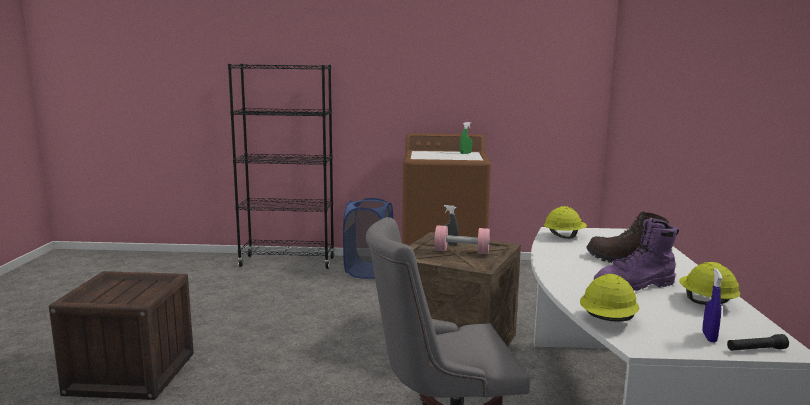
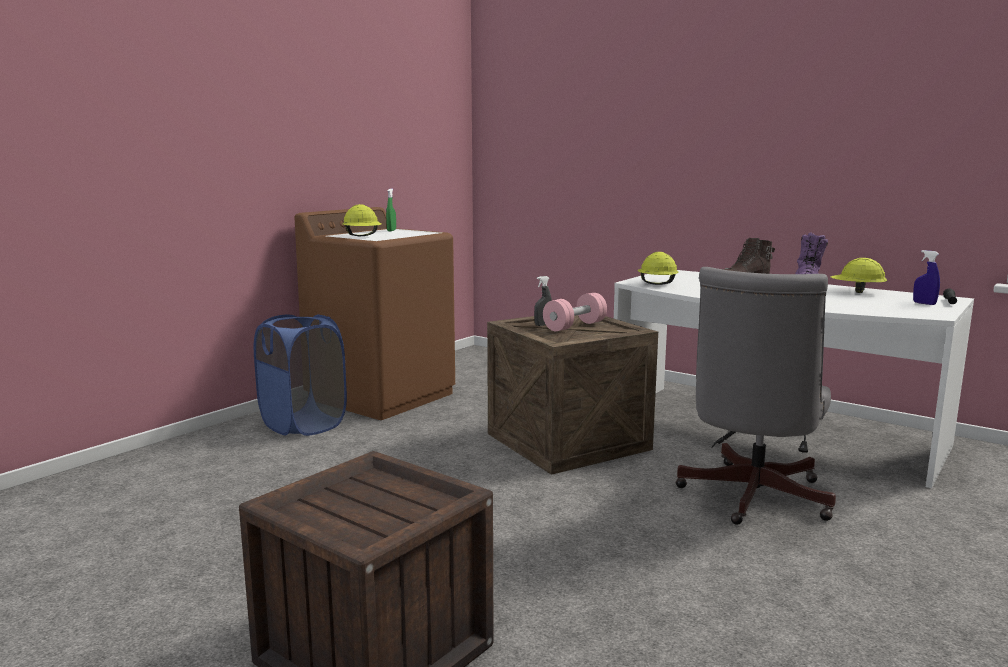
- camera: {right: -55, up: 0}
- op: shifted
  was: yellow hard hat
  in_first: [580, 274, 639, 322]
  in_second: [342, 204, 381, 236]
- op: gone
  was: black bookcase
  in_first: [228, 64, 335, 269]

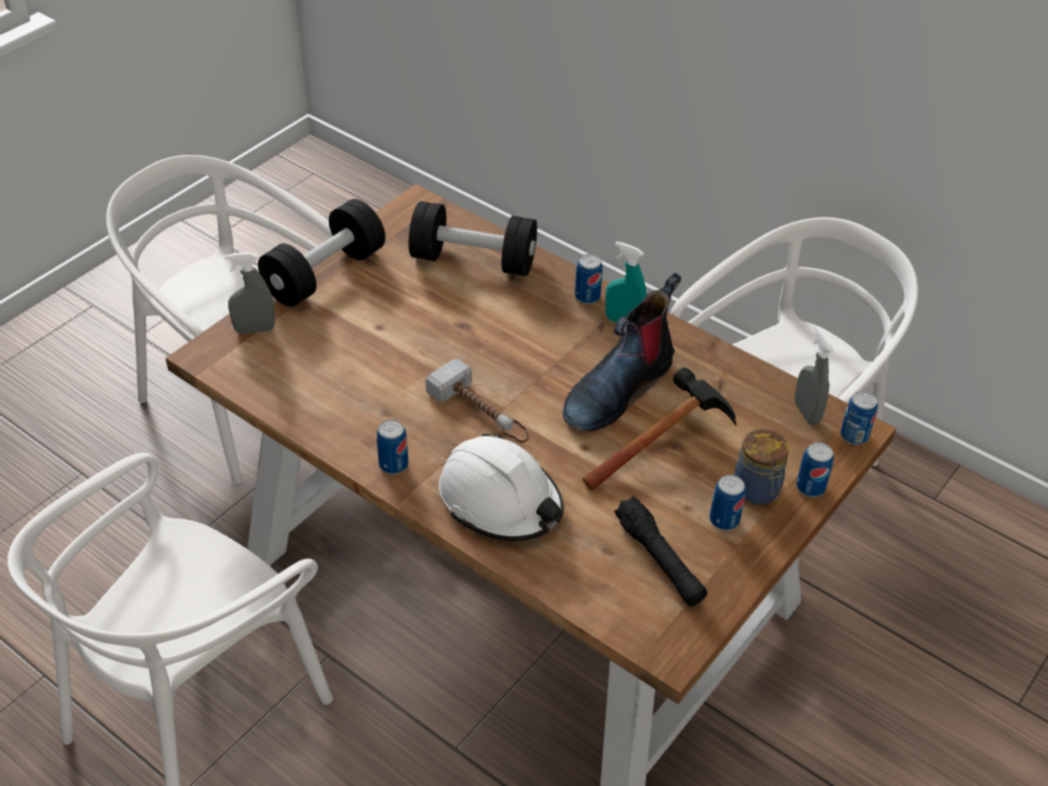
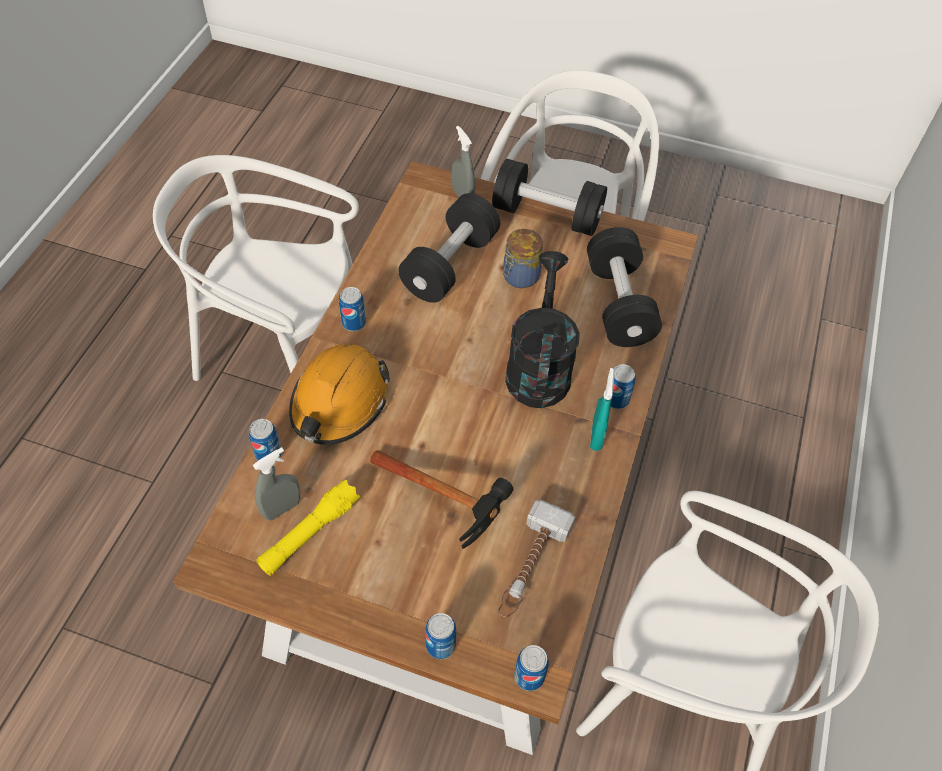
- camera: {right: 70, up: 10}
- op: shifted
  was: can
  in_first: [710, 475, 746, 530]
  in_second: [249, 419, 282, 462]
- op: shifted
  was: grey spray bottle
  in_first: [795, 326, 834, 425]
  in_second: [253, 447, 300, 521]
- op: repainted
  was: black flashlight
  now: yellow flashlight
  in_first: [614, 496, 707, 606]
  in_second: [256, 480, 360, 576]
- op: repainted
  was: white hard hat
  now: orange hard hat
  in_first: [439, 434, 564, 541]
  in_second: [289, 344, 390, 445]
- op: new
  now: black dumbbell
  in_second: [398, 193, 500, 303]
- op: shifted
  was: hammer
  in_first: [426, 359, 529, 443]
  in_second: [498, 500, 575, 618]
- op: shifted
  was: jar
  in_first: [734, 429, 789, 505]
  in_second: [503, 229, 543, 288]
- op: new
  now: black watering can
  in_second: [505, 251, 580, 408]
- op: gone
  was: boot
  in_first: [563, 273, 681, 431]

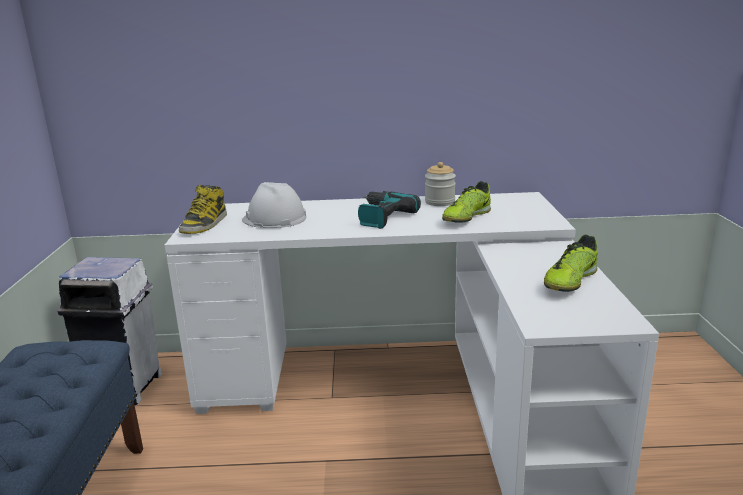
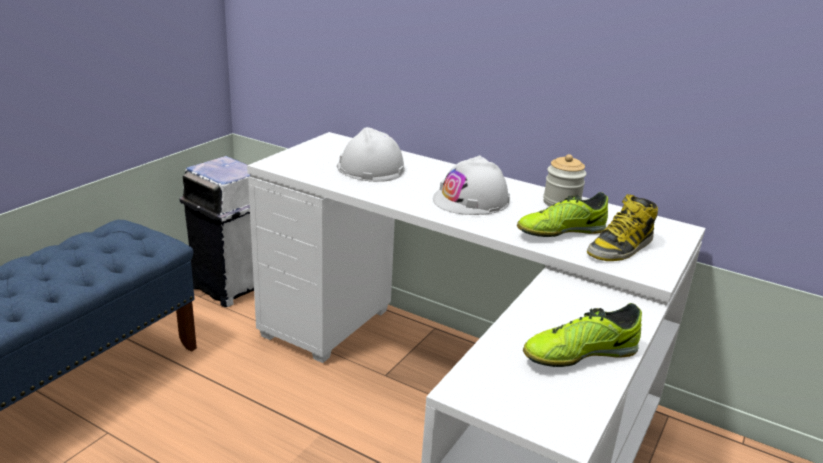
- camera: {right: 30, up: 5}
- op: swapped
  was: power drill
  now: white hard hat
  in_first: [358, 191, 421, 229]
  in_second: [433, 155, 510, 215]
- op: shifted
  was: boot
  in_first: [179, 185, 227, 234]
  in_second: [587, 194, 658, 261]

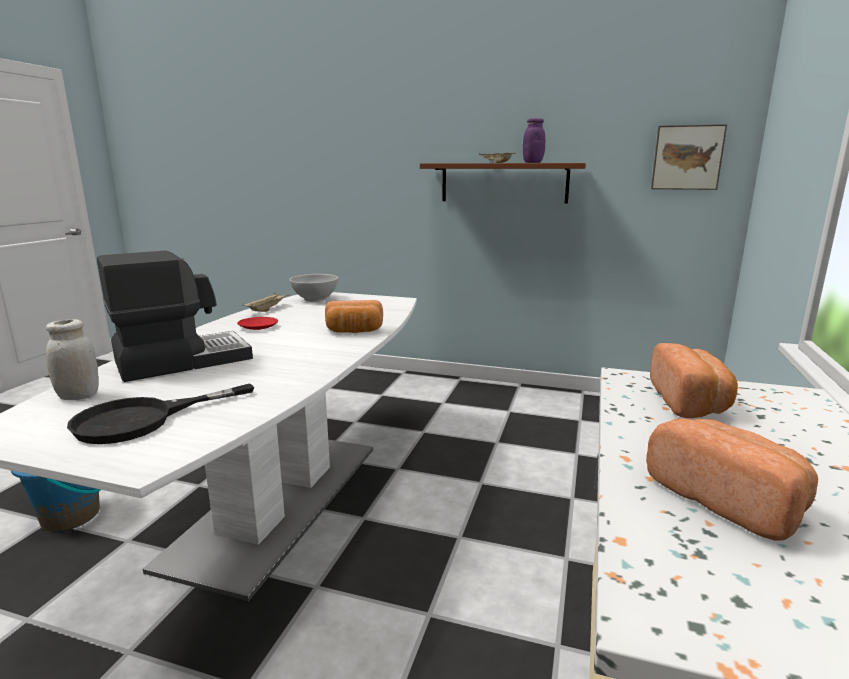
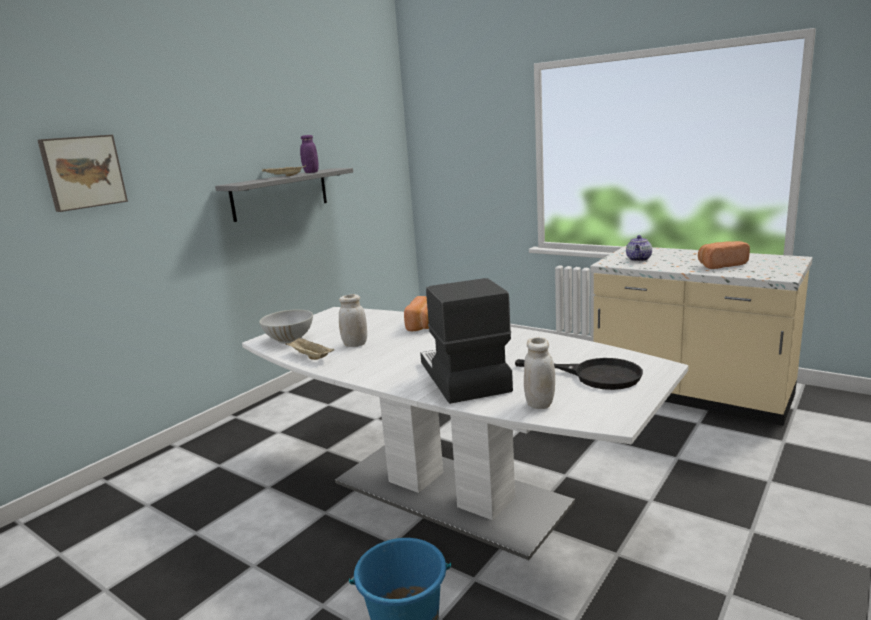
- camera: {right: -70, up: 0}
- op: shifted
  was: picture
  in_first: [651, 124, 727, 190]
  in_second: [38, 135, 128, 212]
- op: repainted
  was: brown shelf
  now: grey shelf
  in_first: [420, 163, 586, 204]
  in_second: [215, 168, 353, 222]
- op: new
  now: white jar
  in_second: [339, 294, 367, 347]
- op: rotated
  was: black frying pan
  in_first: [67, 384, 254, 444]
  in_second: [515, 358, 643, 390]
  clockwise: -45
- op: swapped
  was: bread
  now: teapot
  in_first: [650, 343, 738, 418]
  in_second: [626, 235, 652, 261]
- op: gone
  was: red plate
  in_first: [237, 317, 278, 330]

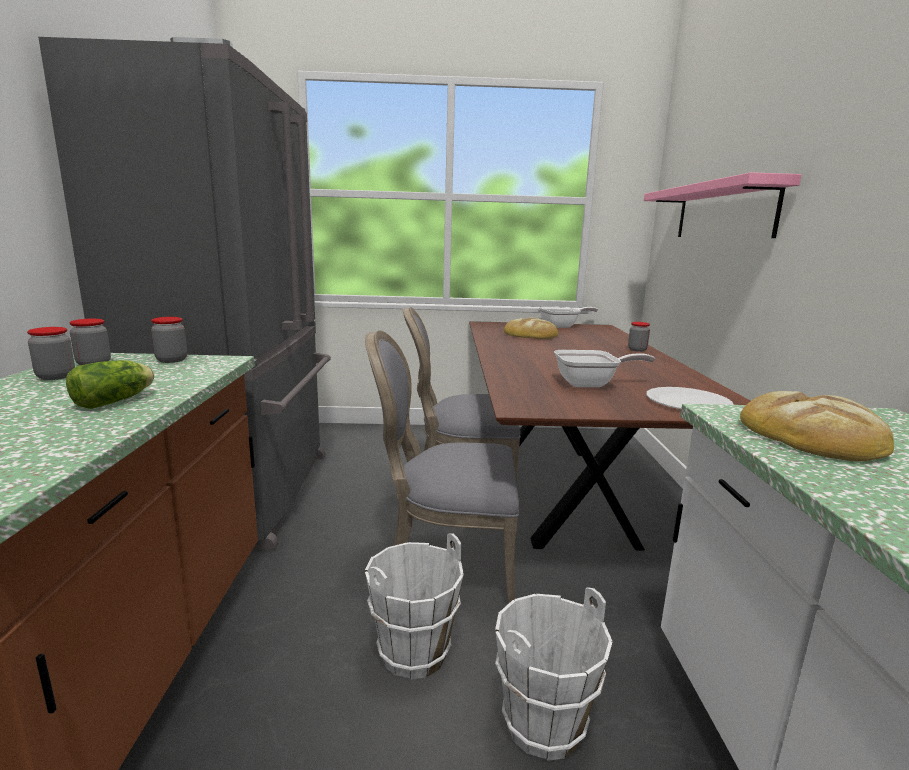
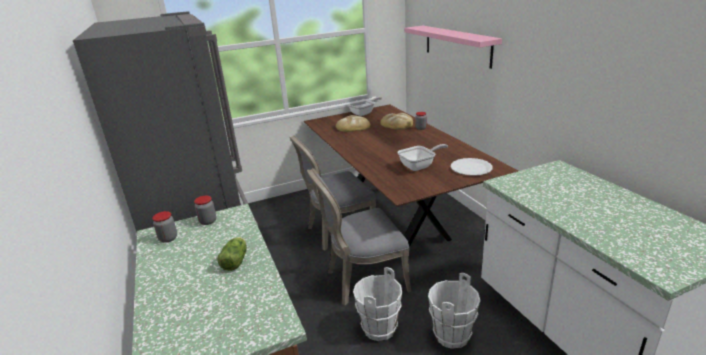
- camera: {right: -20, up: 10}
- op: shifted
  was: bread
  in_first: [740, 391, 894, 461]
  in_second: [380, 113, 413, 130]
- op: gone
  was: jar
  in_first: [27, 327, 75, 380]

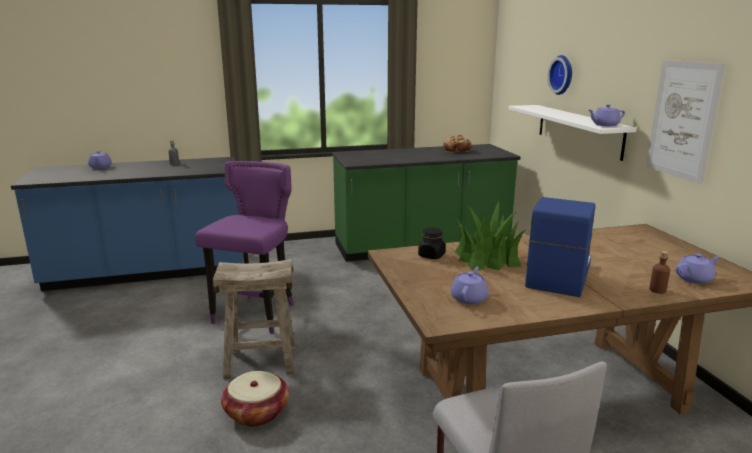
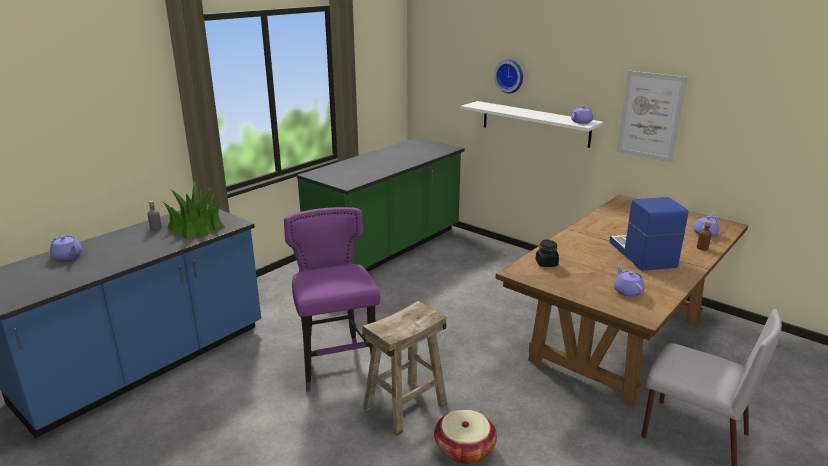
- camera: {right: -35, up: 5}
- op: shifted
  was: potted plant
  in_first: [455, 202, 525, 270]
  in_second: [163, 180, 225, 239]
- op: gone
  was: bread
  in_first: [443, 135, 472, 153]

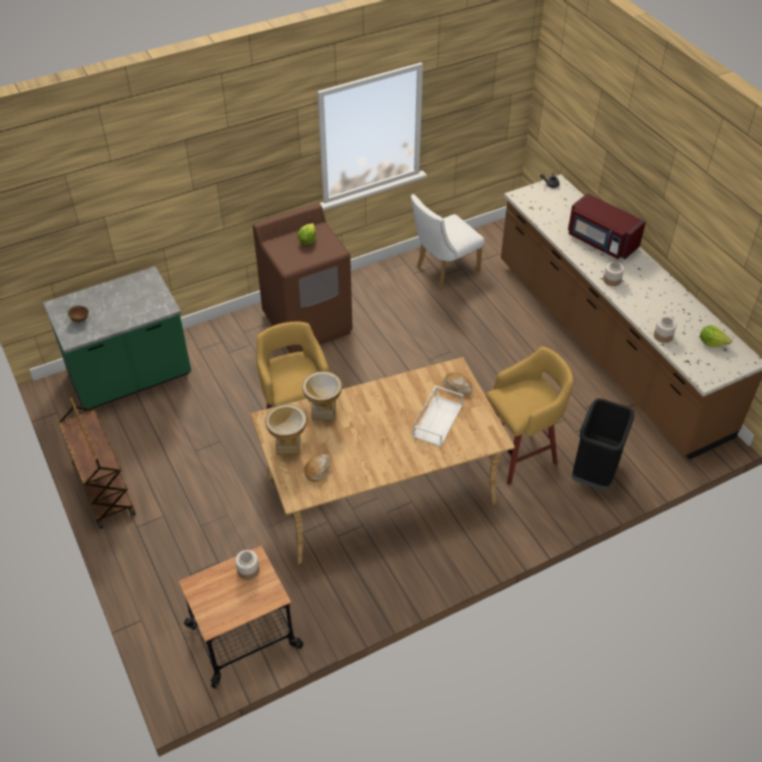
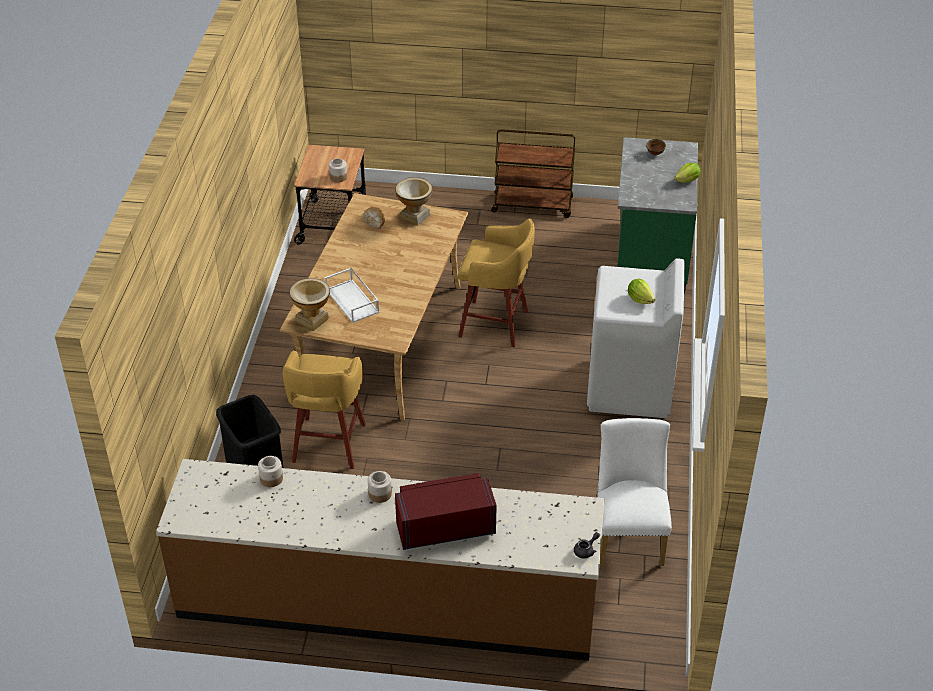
- camera: {right: 125, up: -5}
- op: shifted
  was: vase
  in_first: [302, 371, 342, 420]
  in_second: [289, 278, 330, 331]
- op: repainted
  was: brown washing machine
  now: white washing machine
  in_first: [253, 203, 352, 353]
  in_second: [587, 258, 685, 418]
- op: shifted
  was: lettuce
  in_first: [700, 325, 732, 348]
  in_second: [674, 163, 701, 183]
- op: gone
  was: bread
  in_first: [443, 372, 472, 394]

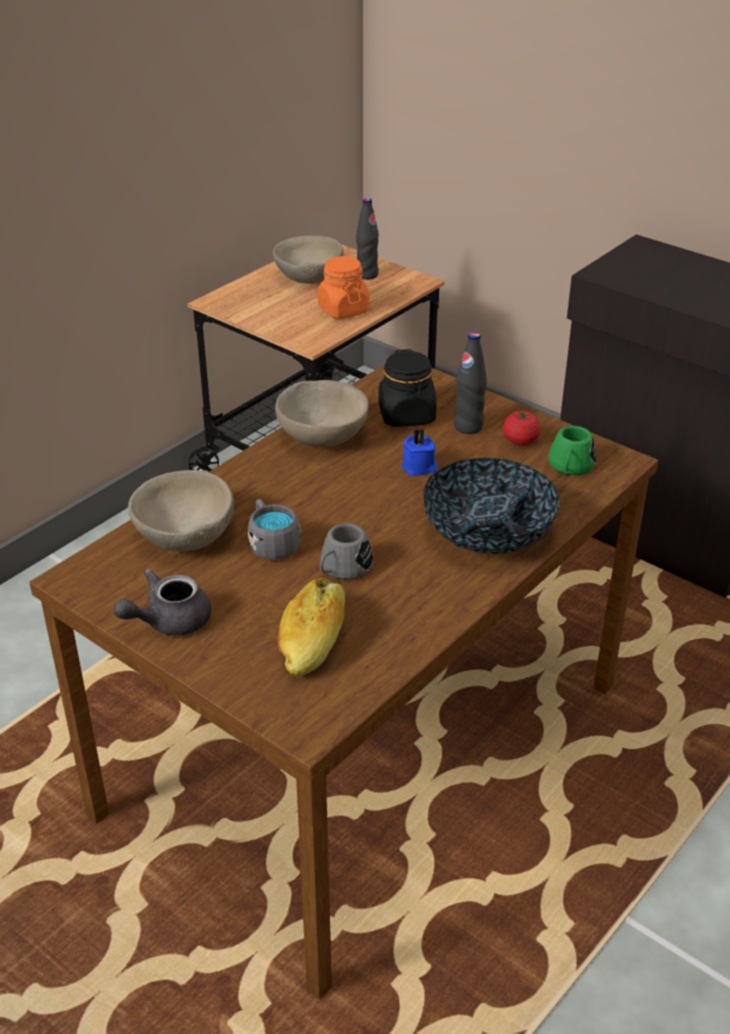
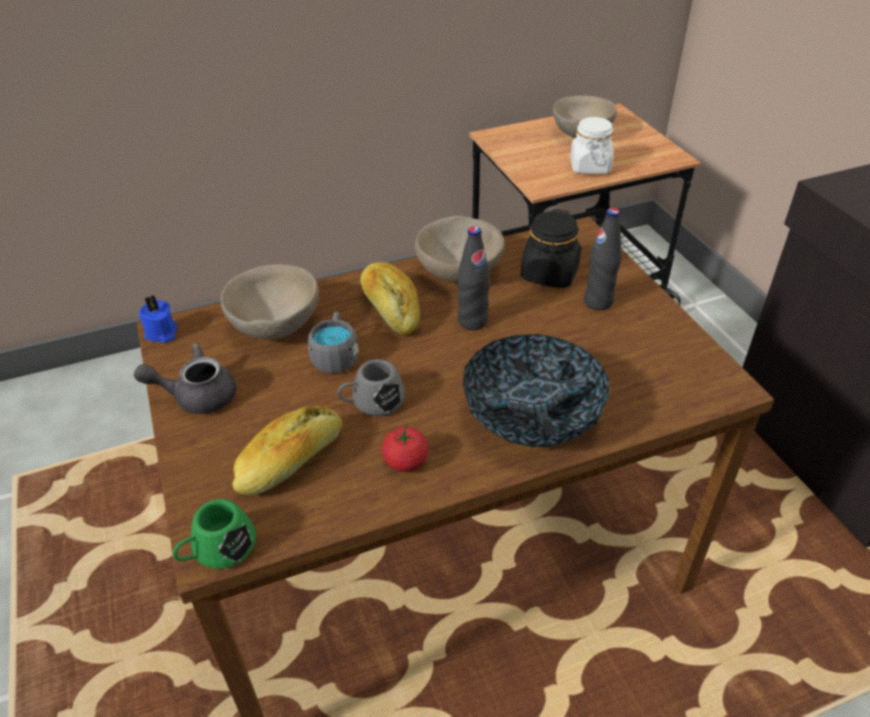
- camera: {right: 30, up: 5}
- op: shifted
  was: blue candle
  in_first: [402, 428, 438, 476]
  in_second: [139, 296, 178, 343]
- op: shifted
  was: green mug
  in_first: [548, 426, 596, 475]
  in_second: [173, 499, 256, 569]
- op: new
  now: bread
  in_second: [361, 262, 420, 335]
- op: shifted
  was: tomato
  in_first: [503, 409, 541, 446]
  in_second: [382, 426, 428, 472]
- op: shifted
  was: black bottle
  in_first: [356, 198, 379, 280]
  in_second: [458, 226, 490, 330]
- op: repainted
  was: orange jar
  now: white jar
  in_first: [318, 256, 369, 319]
  in_second: [570, 117, 614, 174]

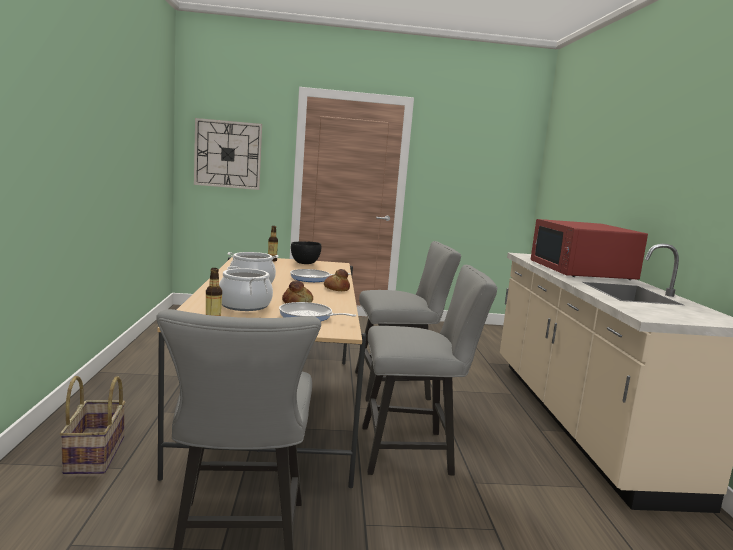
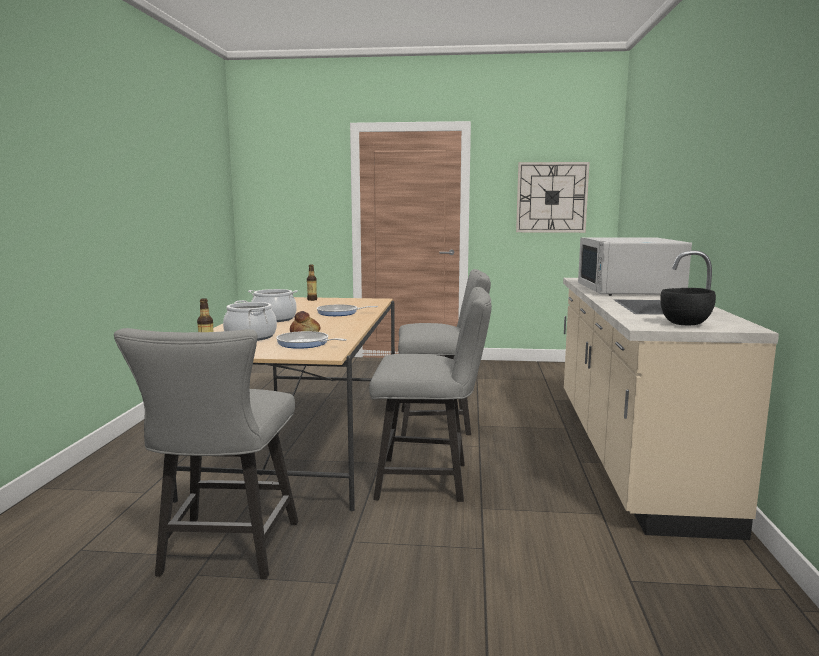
- camera: {right: 10, up: 0}
- op: shifted
  was: wall clock
  in_first: [194, 118, 262, 190]
  in_second: [516, 162, 589, 233]
- op: repainted
  was: red microwave
  now: white microwave
  in_first: [531, 219, 648, 280]
  in_second: [578, 237, 692, 296]
- op: shifted
  was: black bowl
  in_first: [291, 242, 321, 264]
  in_second: [660, 288, 716, 325]
- op: gone
  was: basket
  in_first: [60, 376, 125, 474]
- op: gone
  was: bread
  in_first: [324, 269, 350, 291]

